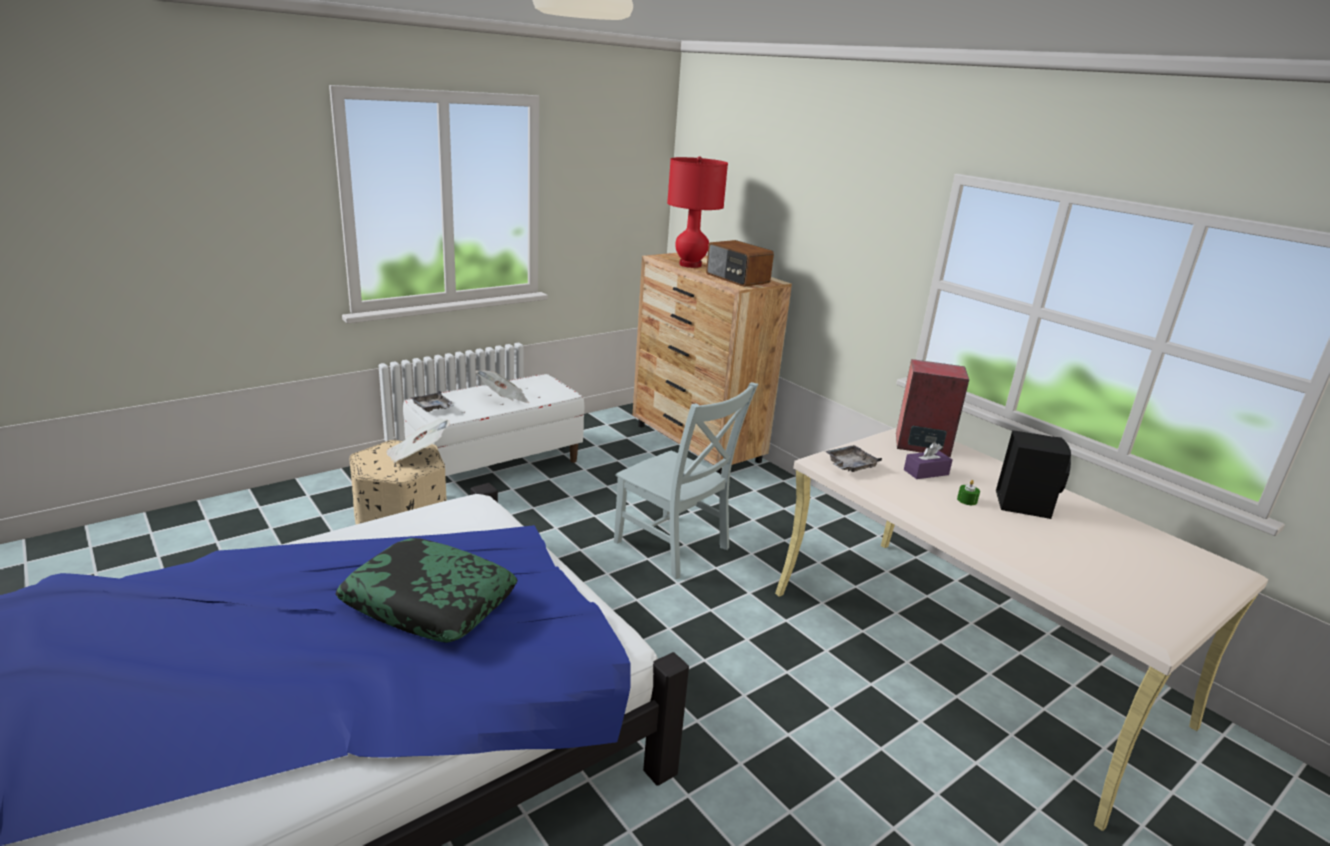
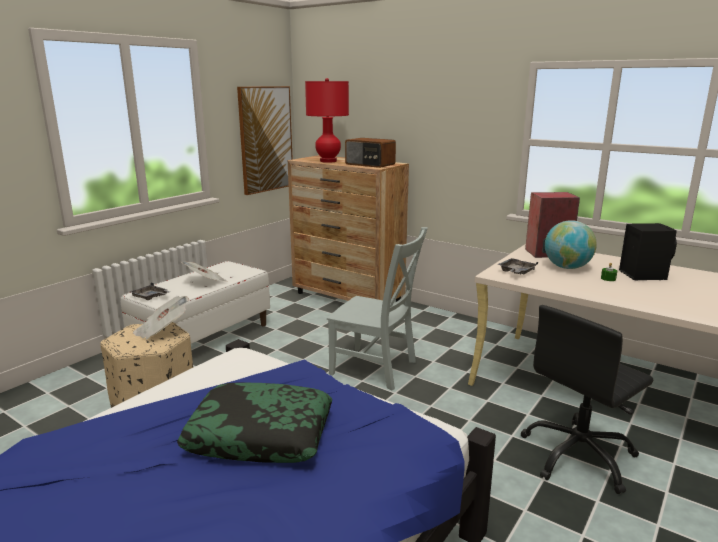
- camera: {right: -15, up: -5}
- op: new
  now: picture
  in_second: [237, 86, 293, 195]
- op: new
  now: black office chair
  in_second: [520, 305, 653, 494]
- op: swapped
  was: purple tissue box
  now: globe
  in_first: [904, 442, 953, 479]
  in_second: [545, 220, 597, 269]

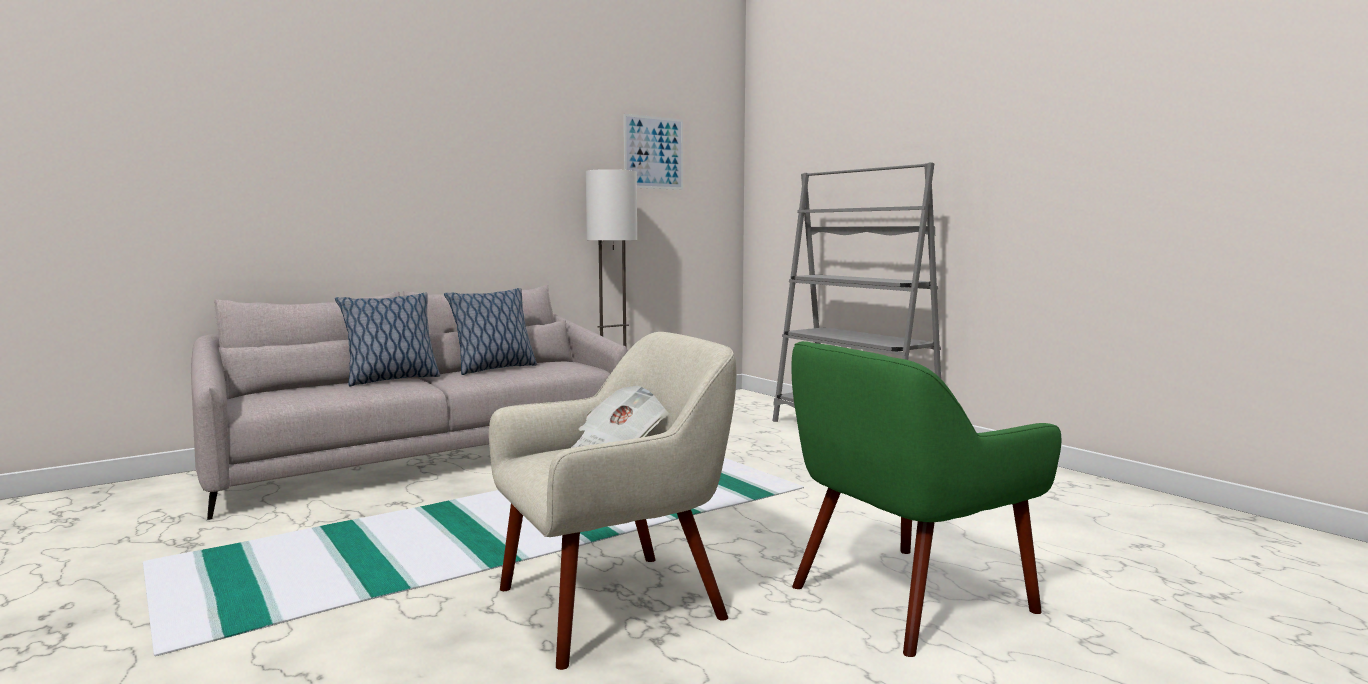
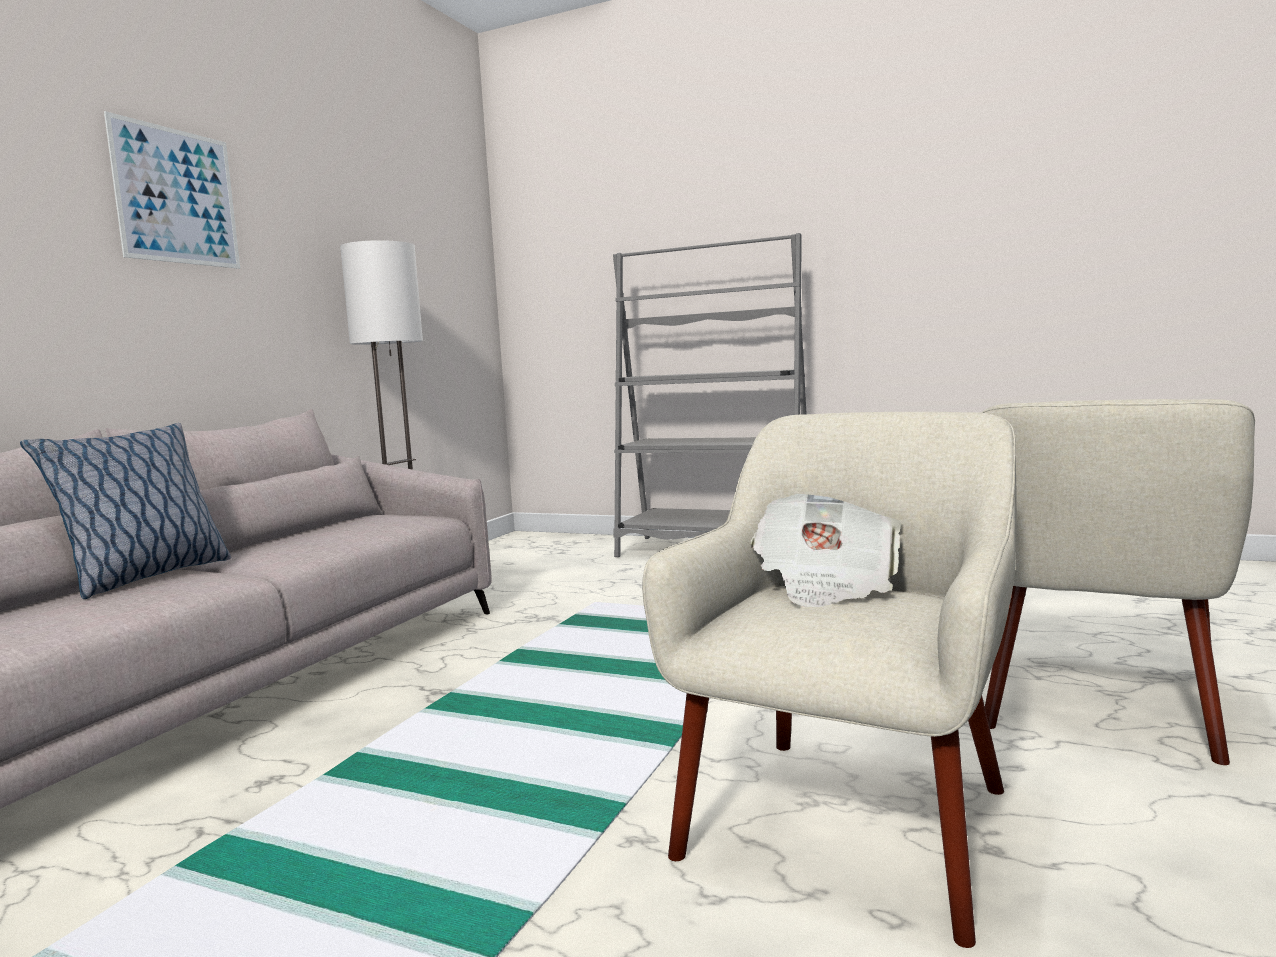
- camera: {right: -30, up: 0}
- op: shifted
  was: picture
  in_first: [624, 114, 683, 190]
  in_second: [104, 111, 240, 269]
- op: repainted
  was: green armchair
  now: beige armchair
  in_first: [792, 341, 1061, 657]
  in_second: [981, 399, 1255, 765]
- op: gone
  was: pillow
  in_first: [444, 288, 537, 375]

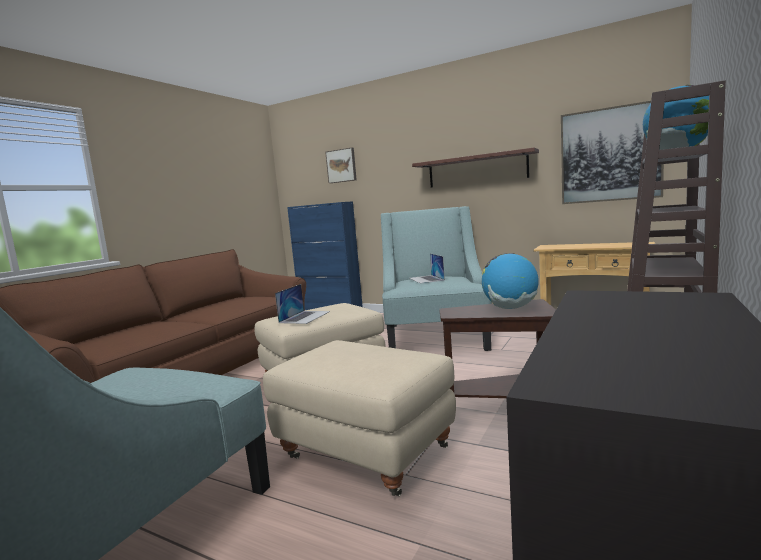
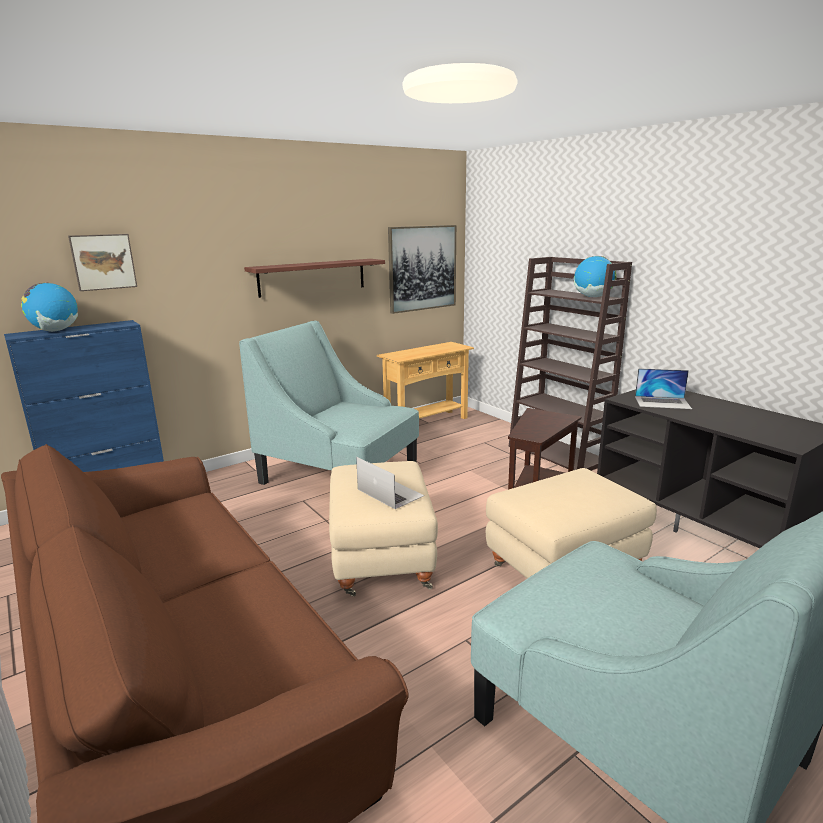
- camera: {right: -65, up: 10}
- op: shifted
  was: globe
  in_first: [482, 253, 539, 309]
  in_second: [21, 283, 78, 332]
- op: shifted
  was: laptop
  in_first: [409, 253, 445, 284]
  in_second: [635, 368, 692, 409]

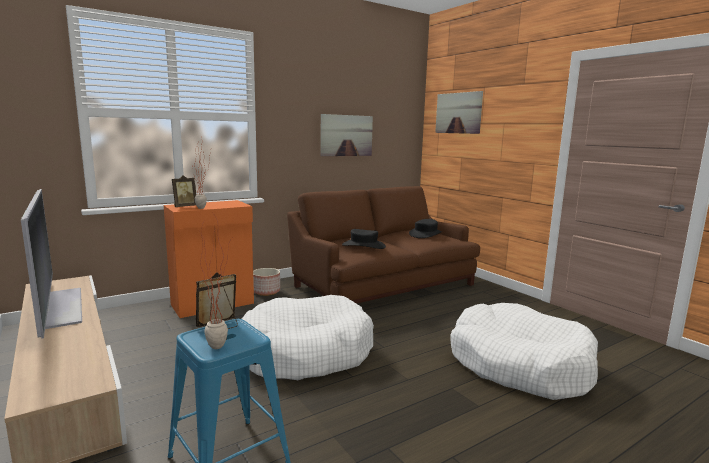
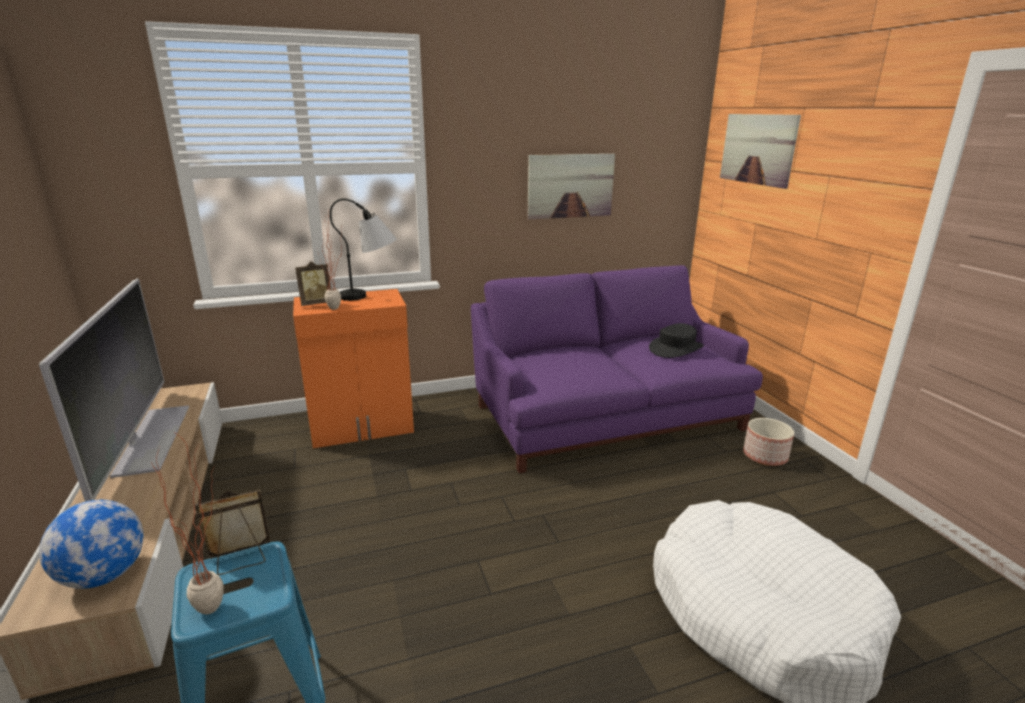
- camera: {right: 15, up: 10}
- op: new
  now: globe
  in_second: [39, 500, 143, 589]
- op: new
  now: table lamp
  in_second: [330, 198, 397, 301]
- op: repainted
  was: brown sofa
  now: purple sofa
  in_first: [287, 186, 480, 304]
  in_second: [471, 265, 763, 473]
- op: shifted
  was: planter
  in_first: [253, 268, 280, 296]
  in_second: [743, 418, 795, 466]
- op: gone
  was: white dog bed
  in_first: [242, 295, 374, 380]
- op: gone
  was: black hat
  in_first: [342, 229, 386, 249]

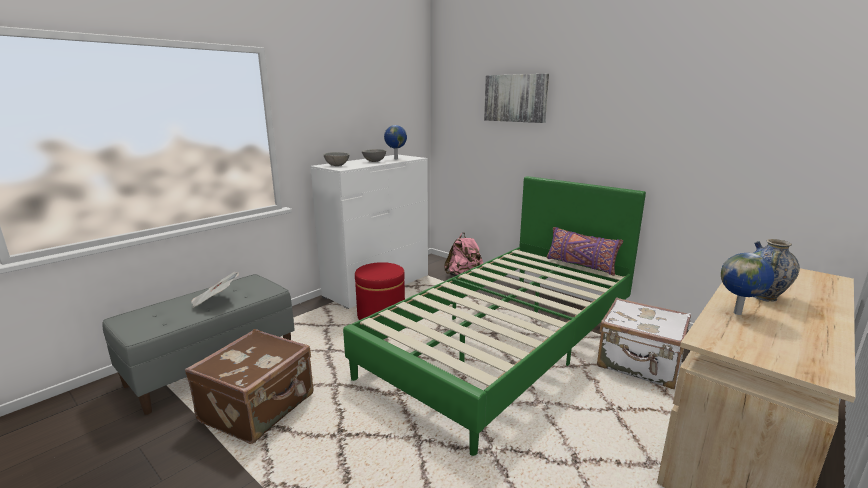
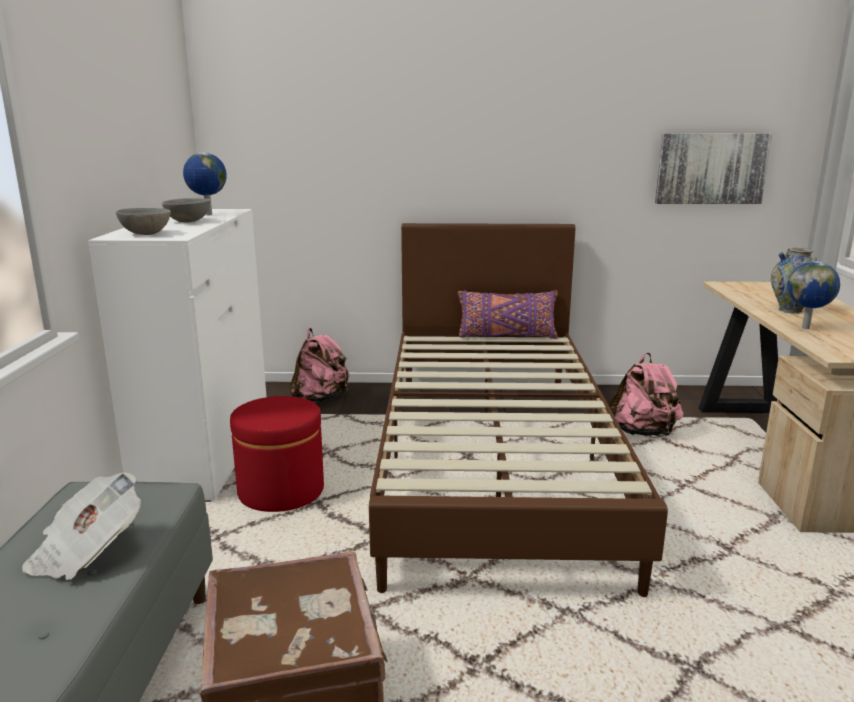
- camera: {right: -40, up: 0}
- op: repainted
  was: green bed
  now: brown bed
  in_first: [343, 176, 646, 456]
  in_second: [369, 223, 668, 597]
- op: swapped
  was: white suitcase
  now: pink backpack
  in_first: [597, 297, 691, 389]
  in_second: [609, 353, 684, 436]
- op: shifted
  was: picture
  in_first: [484, 74, 549, 123]
  in_second: [655, 133, 772, 204]

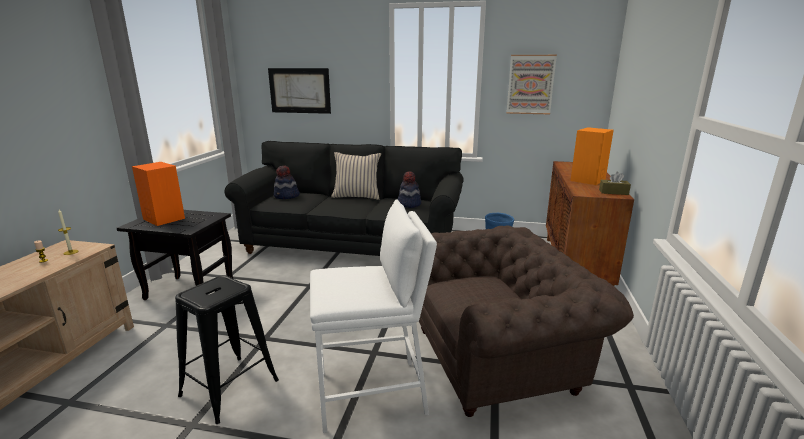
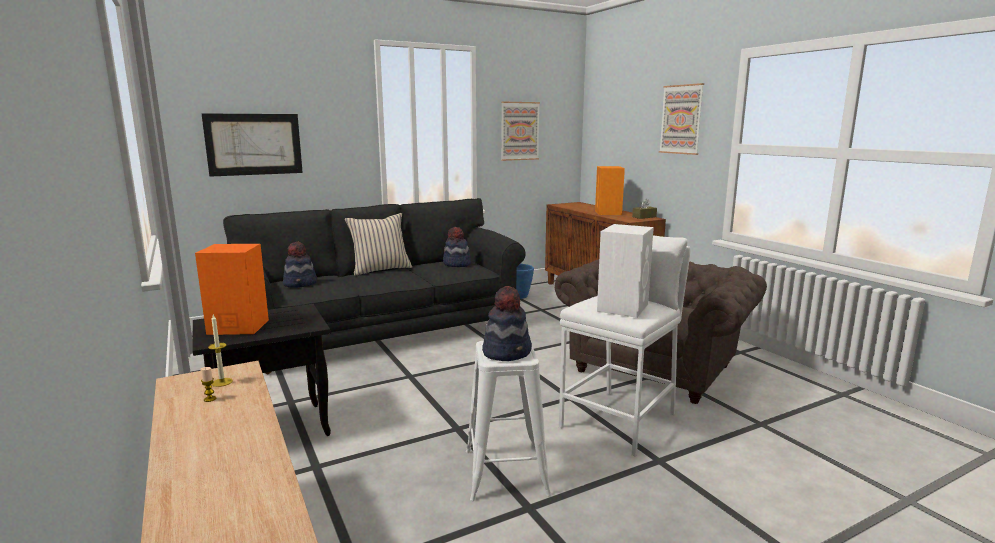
- camera: {right: -40, up: -5}
- op: repainted
  was: black stool
  now: white stool
  in_first: [175, 275, 279, 424]
  in_second: [466, 341, 551, 501]
- op: new
  now: hat
  in_second: [482, 286, 532, 361]
- op: new
  now: white speaker
  in_second: [597, 224, 654, 318]
- op: new
  now: picture
  in_second: [659, 83, 704, 155]

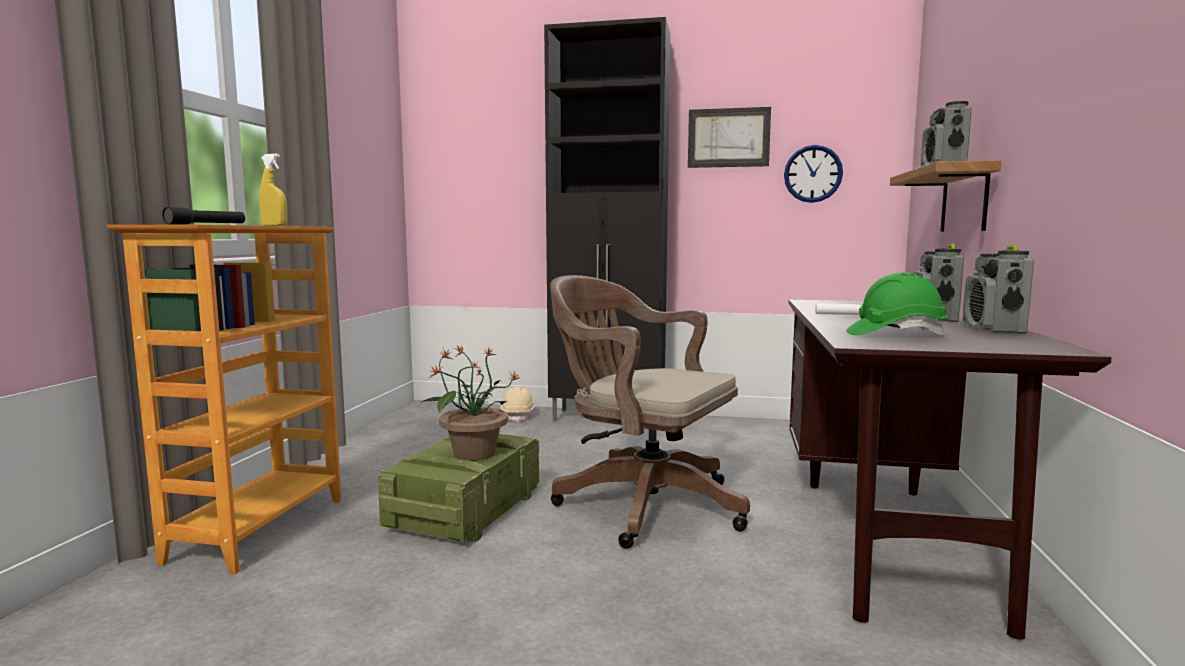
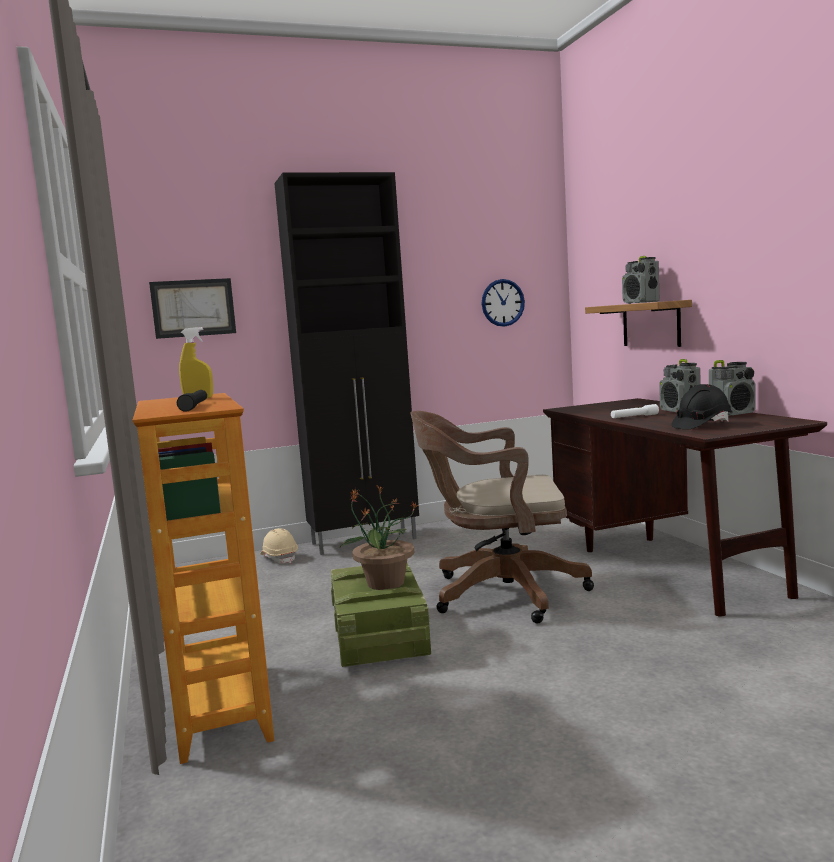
- camera: {right: -30, up: 0}
- op: shifted
  was: picture
  in_first: [688, 107, 771, 168]
  in_second: [149, 278, 236, 339]
- op: repainted
  was: green hard hat
  now: black hard hat
  in_first: [846, 272, 947, 335]
  in_second: [671, 384, 732, 430]
- op: rotated
  was: radio
  in_first: [963, 245, 1034, 334]
  in_second: [709, 360, 756, 416]
  clockwise: -90

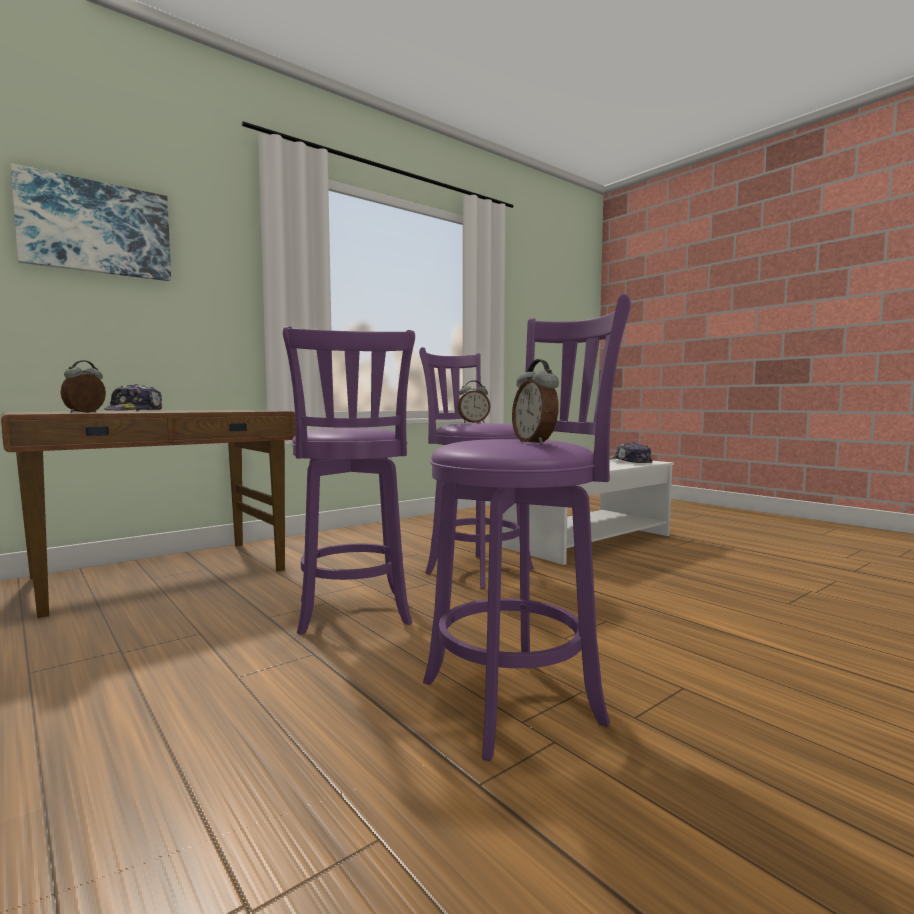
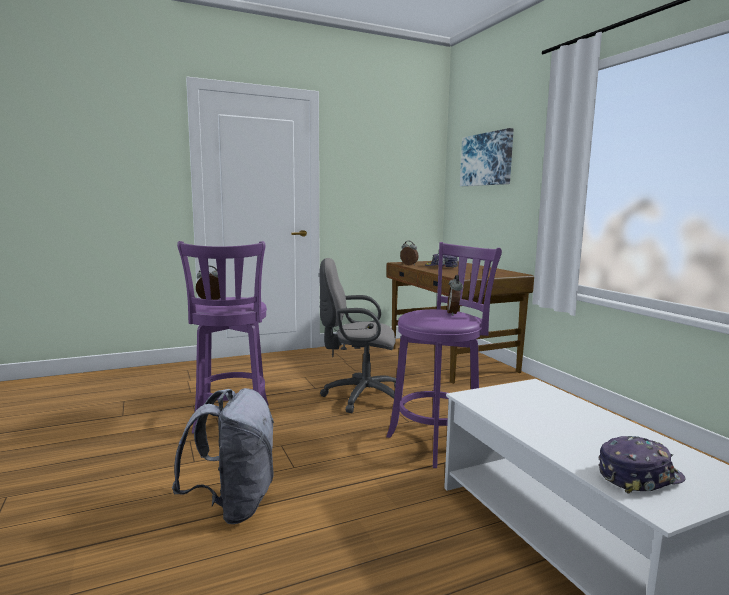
- camera: {right: 105, up: 5}
- op: new
  now: grey backpack
  in_second: [172, 388, 274, 524]
- op: swapped
  was: purple stool
  now: grey office chair
  in_first: [283, 326, 415, 635]
  in_second: [319, 258, 405, 413]

